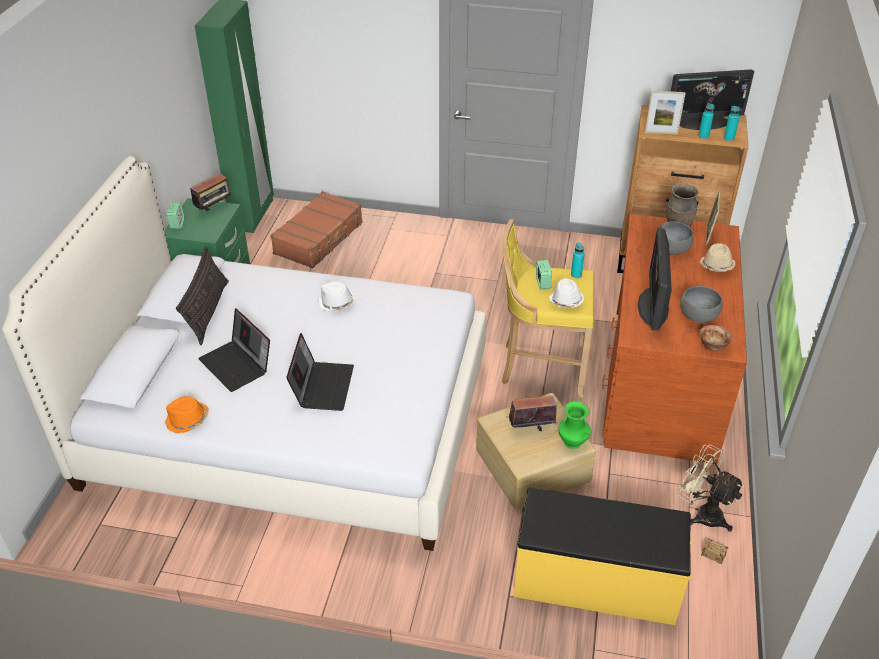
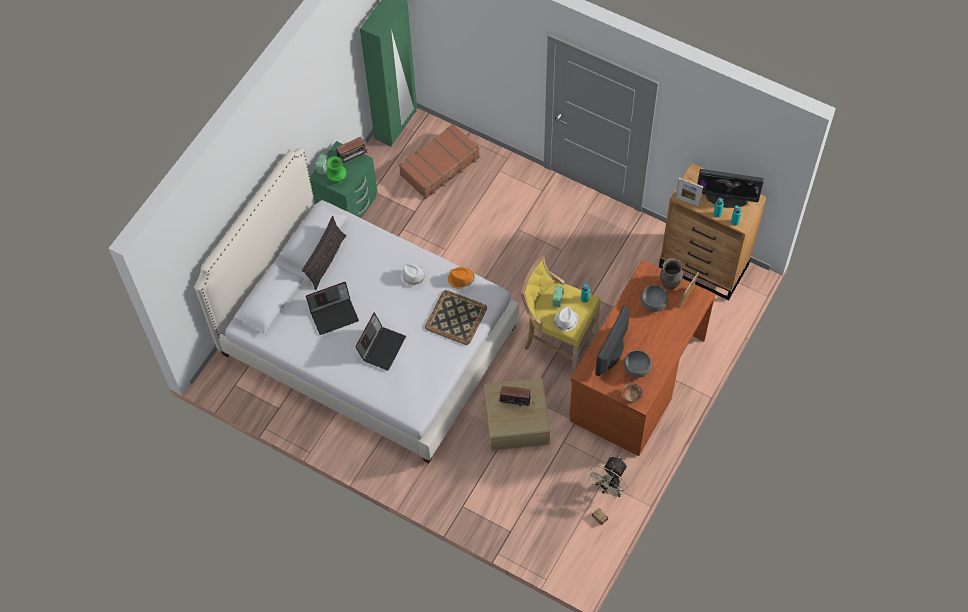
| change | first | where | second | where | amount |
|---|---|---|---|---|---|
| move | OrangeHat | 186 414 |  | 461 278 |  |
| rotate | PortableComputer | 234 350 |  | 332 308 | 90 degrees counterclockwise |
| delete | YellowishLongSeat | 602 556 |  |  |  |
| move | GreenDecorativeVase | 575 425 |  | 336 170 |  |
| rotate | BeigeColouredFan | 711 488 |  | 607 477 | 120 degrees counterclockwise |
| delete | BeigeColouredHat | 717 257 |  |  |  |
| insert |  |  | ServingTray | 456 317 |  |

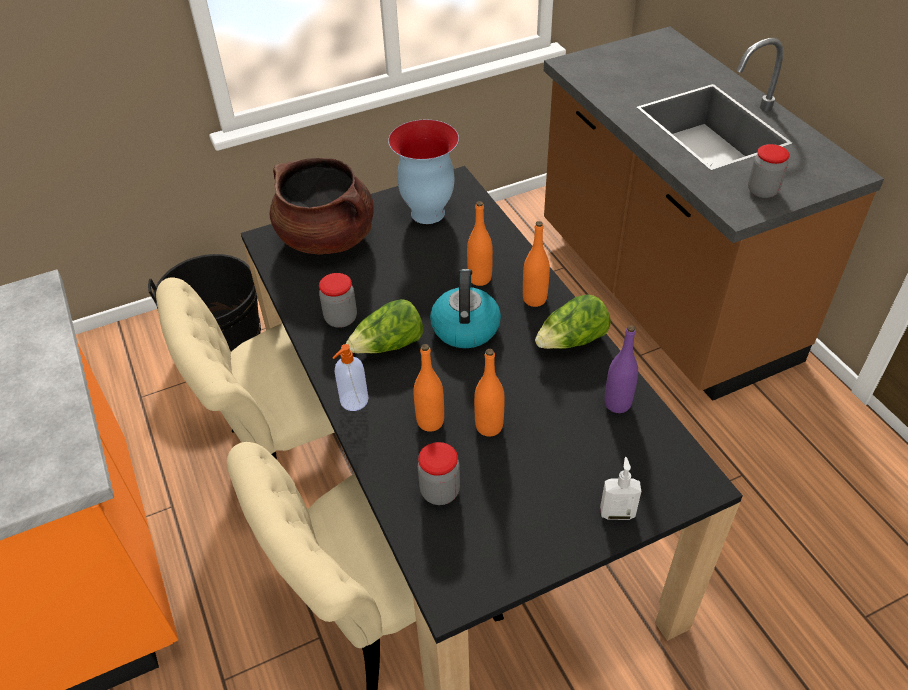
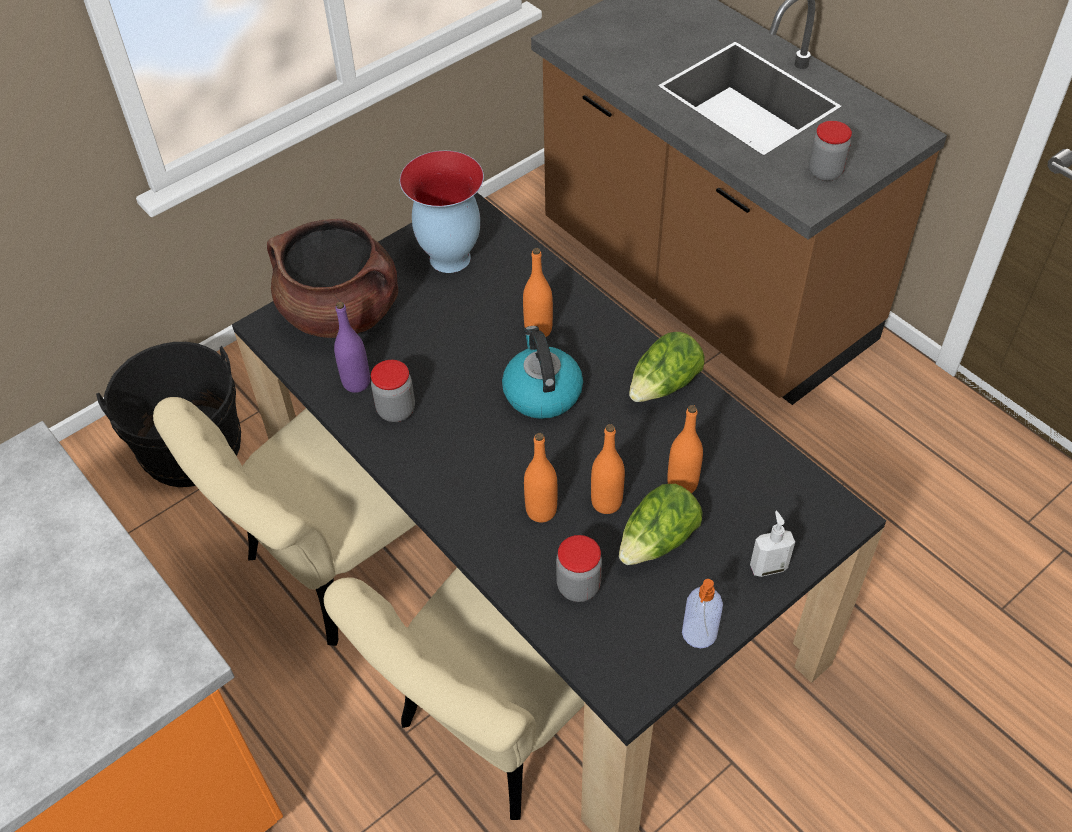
| change | first | where | second | where | amount |
|---|---|---|---|---|---|
| move | LiquidSoapBottle | 350 377 |  | 702 613 |  |
| move | LettuceHead | 385 326 |  | 661 524 |  |
| move | OrangeBeverageBottle | 536 264 |  | 685 449 |  |
| move | PurpleBeverageBottle | 621 369 |  | 352 347 |  |

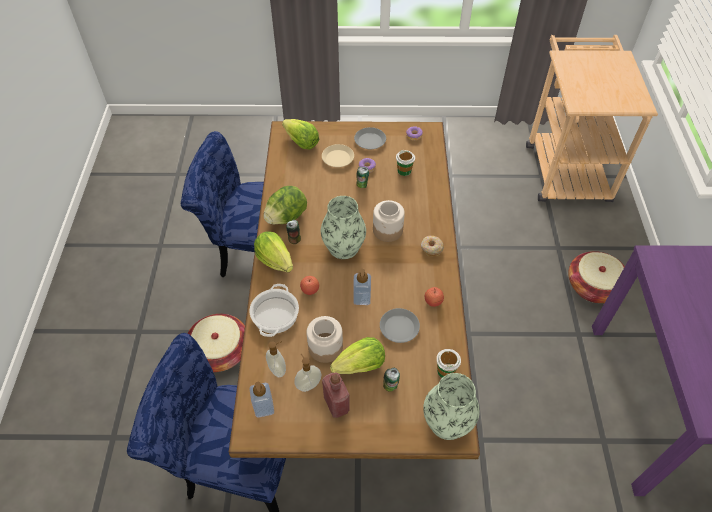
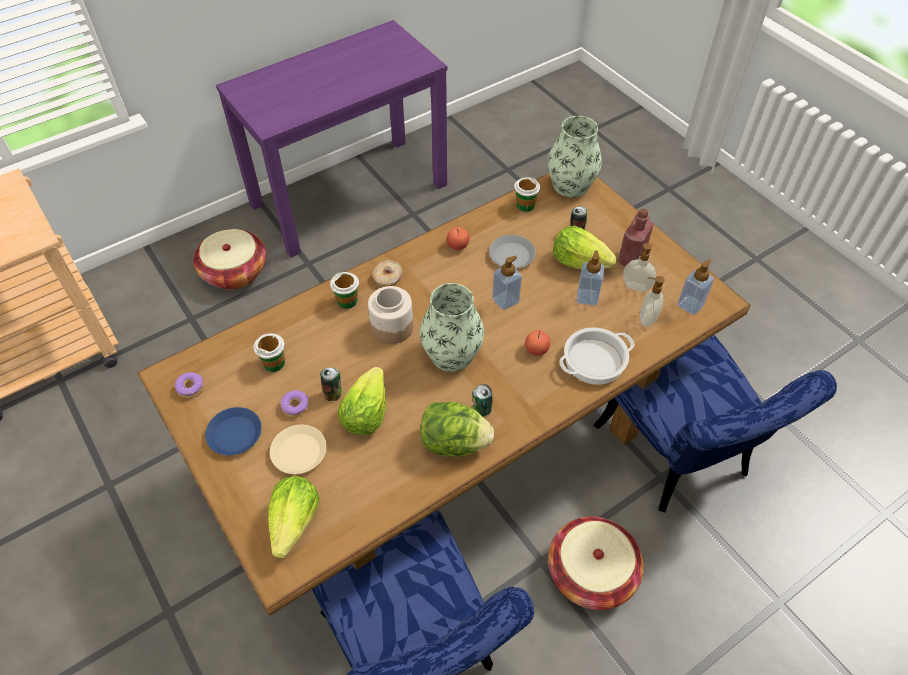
| change | first | where | second | where | amount |
|---|---|---|---|---|---|
| move | LettuceHead | 273 251 |  | 362 401 |  |
| replace | PreserveJar | 325 339 | LiquidSoapBottle | 590 278 |  |
| recolor | GrayPlate | 370 138 | BluishPlate | 233 431 |  |
| insert |  |  | DrinkingCup | 344 290 |  |

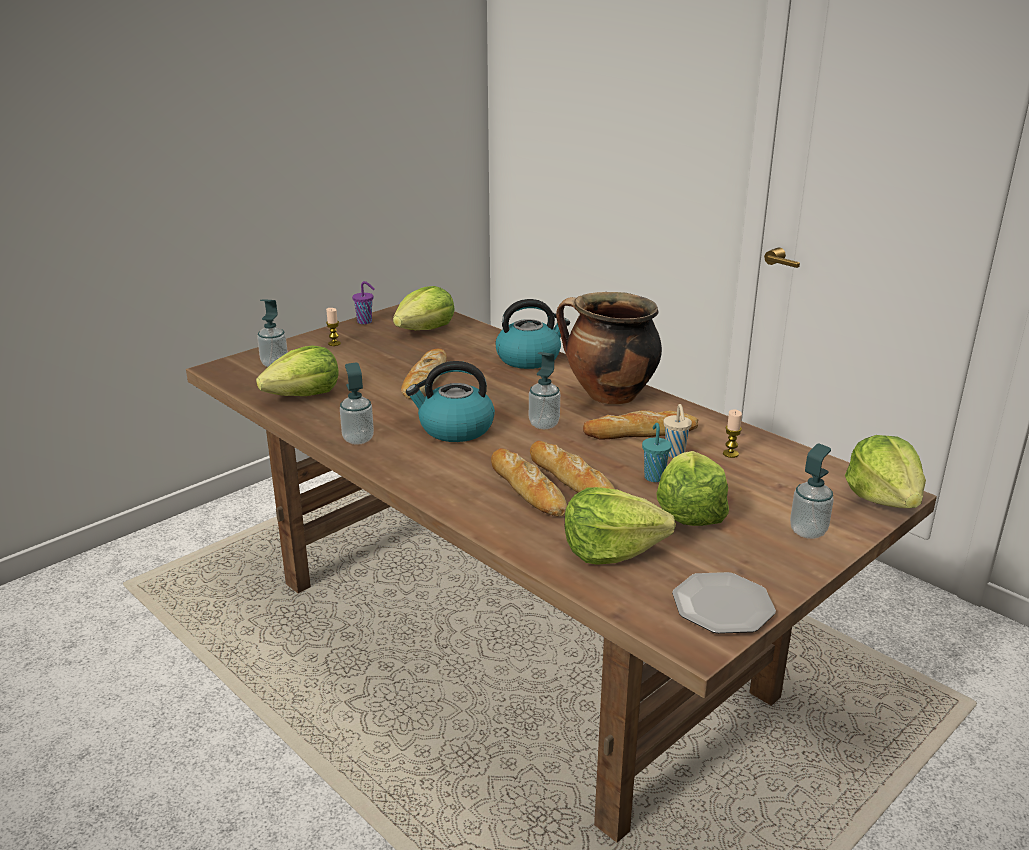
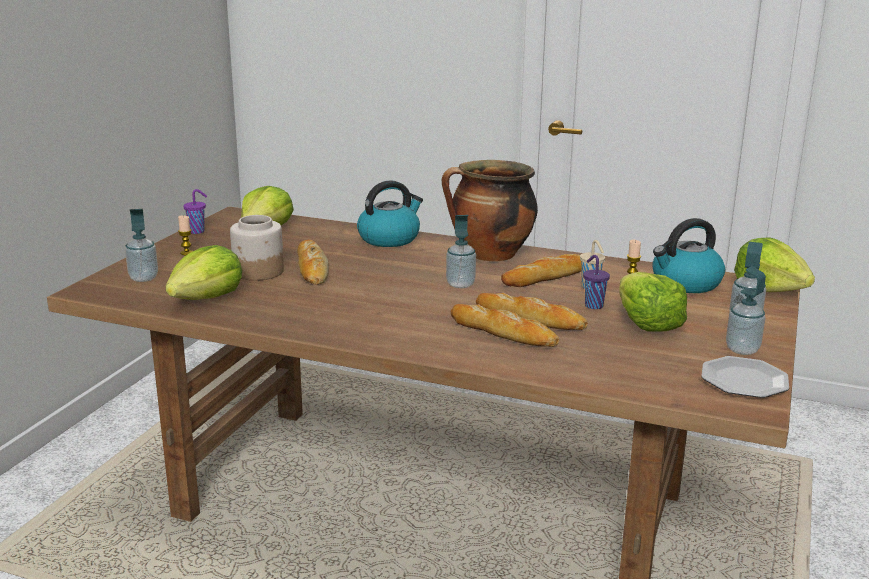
| change | first | where | second | where | amount |
|---|---|---|---|---|---|
| move | LiquidSoapBottle | 357 404 |  | 746 310 |  |
| move | TeaKettle | 450 401 |  | 689 255 |  |
| delete | LettuceHead | 620 526 |  |  |  |
| recolor | TurquoiseColouredDrinkingCup | 657 452 | PurpleDrinkingCup | 596 282 |  |
| insert |  |  | PreserveJar | 257 248 |  |

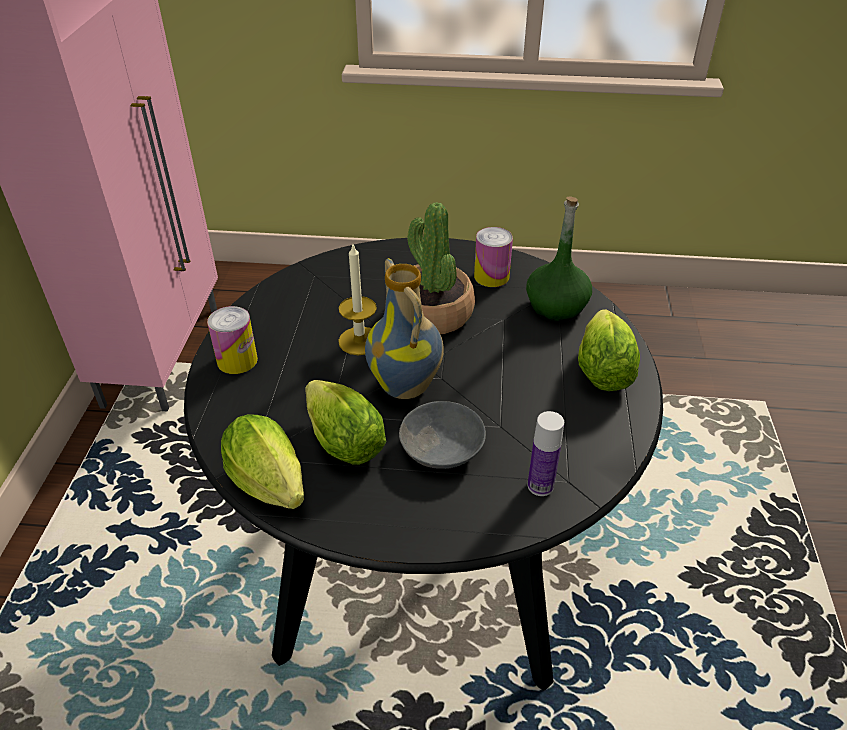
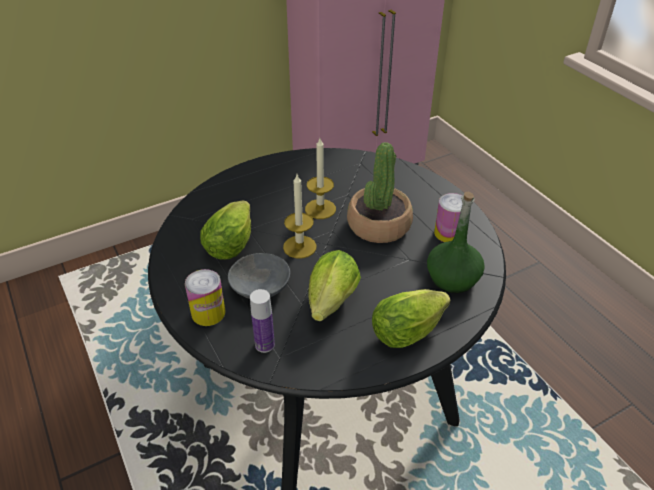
| change | first | where | second | where | amount |
|---|---|---|---|---|---|
| move | SealedCan | 232 340 |  | 205 297 |  |
| move | LettuceHead | 262 461 |  | 334 285 |  |
| replace | DecorativeVase | 404 328 | WaxCandle | 300 216 |  |

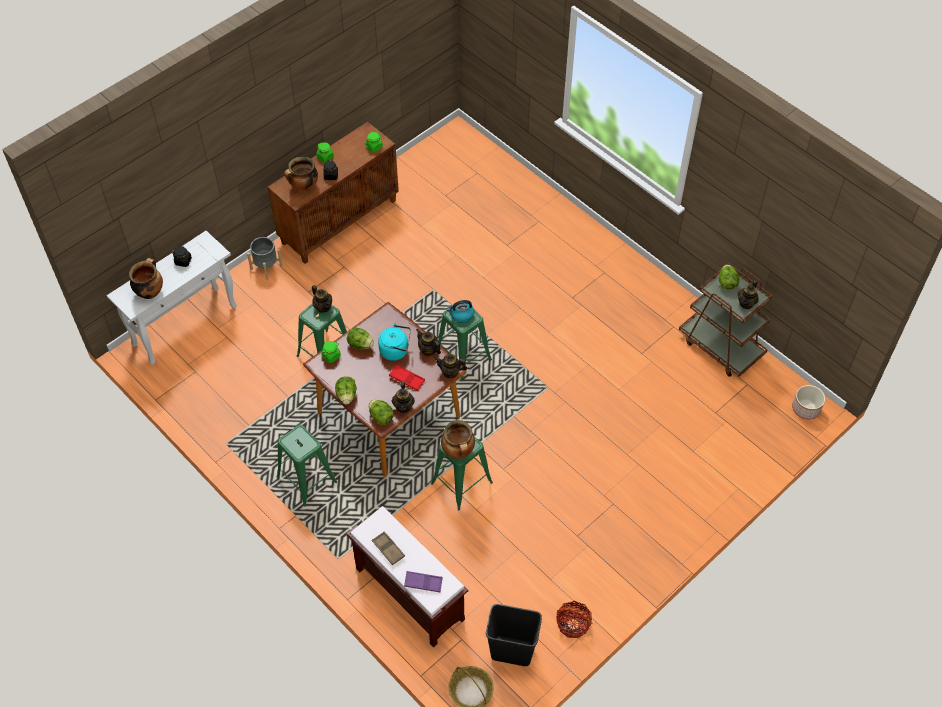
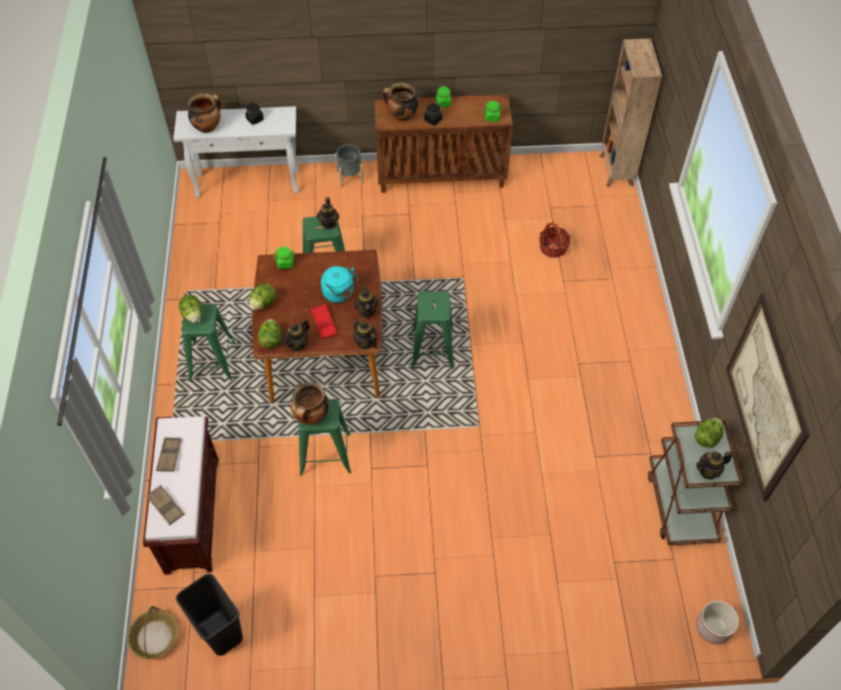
| change | first | where | second | where | amount |
|---|---|---|---|---|---|
| move | LettuceHead | 360 338 |  | 190 309 |  |
| recolor | PurpleServingTray | 423 582 | BrownishServingTray | 165 505 |  |
| delete | TeaKettle | 460 311 |  |  |  |
| move | HouseholdBasket | 574 619 |  | 554 240 |  |
| insert |  |  | BrownishBookshelf | 630 112 |  |
| insert |  |  | Picture | 768 397 |  |

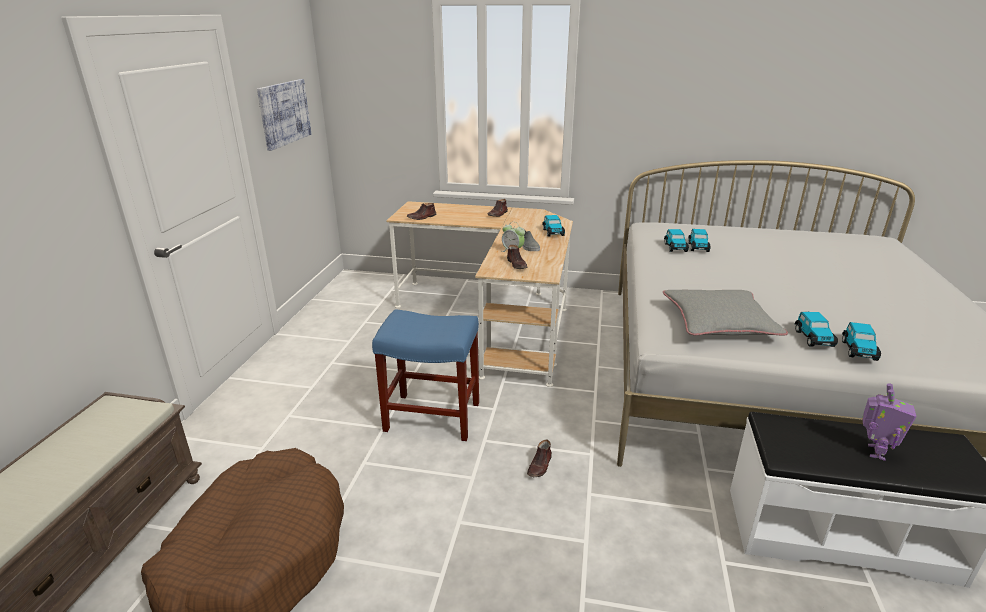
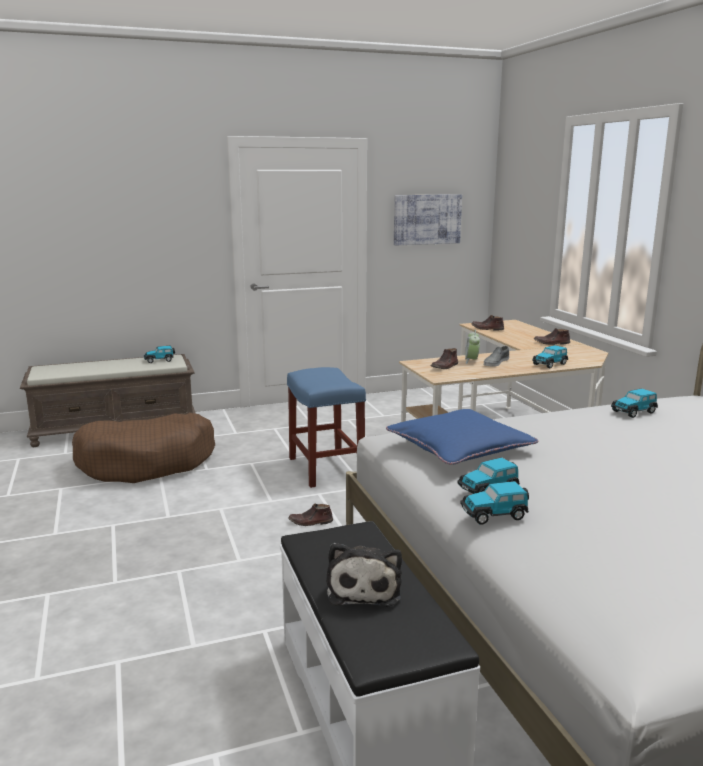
| change | first | where | second | where | amount |
|---|---|---|---|---|---|
| recolor | GrayCushion | 725 312 | BluishCushion | 462 437 |  |
| move | MiniatureCar | 699 240 |  | 159 354 |  |
| replace | RobotFigure | 889 422 | SoftToy | 364 575 |  |

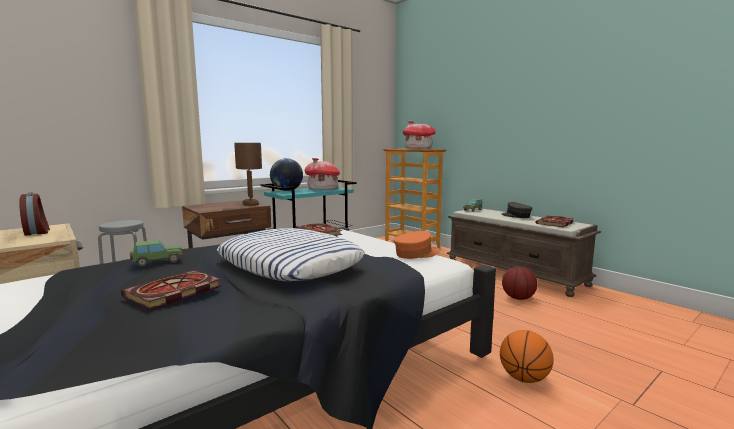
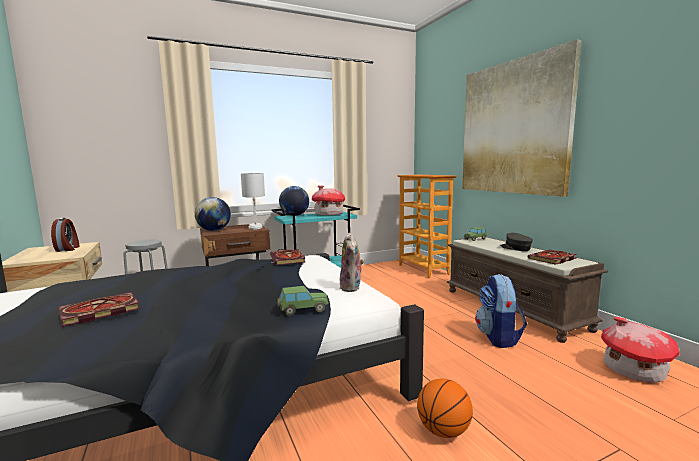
| change | first | where | second | where | amount |
|---|---|---|---|---|---|
| move | MiniatureCar | 156 253 |  | 303 301 |  |
| delete | Cushion | 291 254 |  |  |  |
| recolor | BrownishTableLamp | 248 174 | WhiteTableLamp | 253 201 |  |
| replace | OrangePeakedCap | 416 245 | SoftToy | 352 262 |  |
| move | MiniatureHouse | 419 135 |  | 640 349 |  |
| replace | BallForBasketball | 519 283 | Backpack | 501 311 |  |
| insert |  |  | Globe | 213 214 |  |
| insert |  |  | Picture | 522 118 |  |

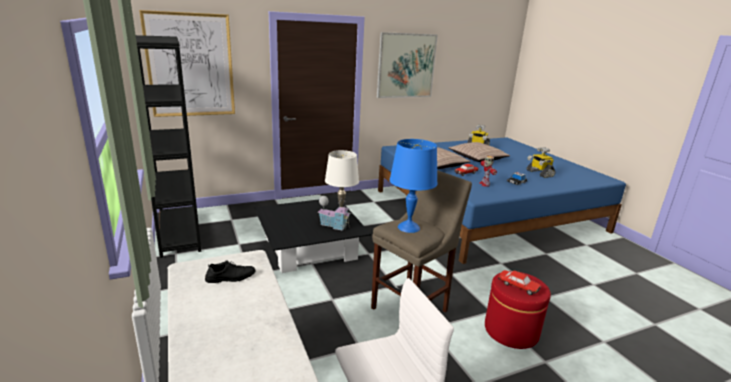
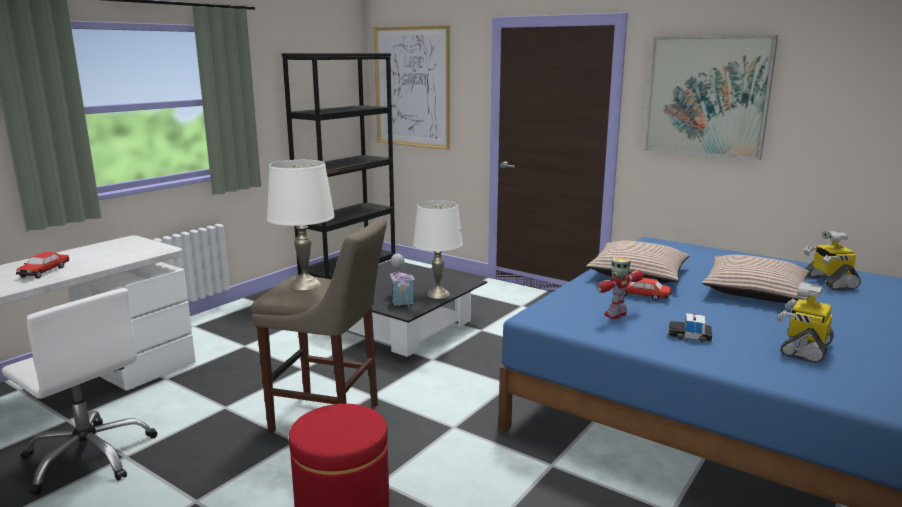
| change | first | where | second | where | amount |
|---|---|---|---|---|---|
| delete | BlackLowShoe | 230 271 |  |  |  |
| recolor | BluishTableLamp | 414 186 | WhiteTableLamp | 301 225 |  |
| move | MiniatureCar | 519 282 |  | 42 265 |  |

